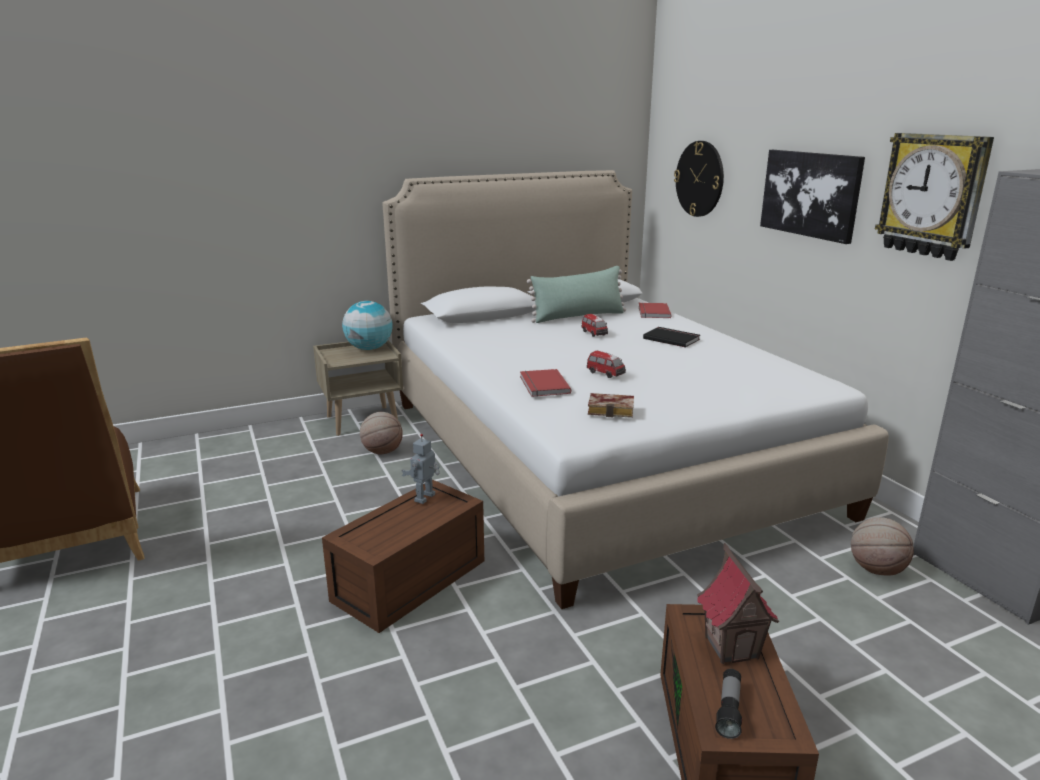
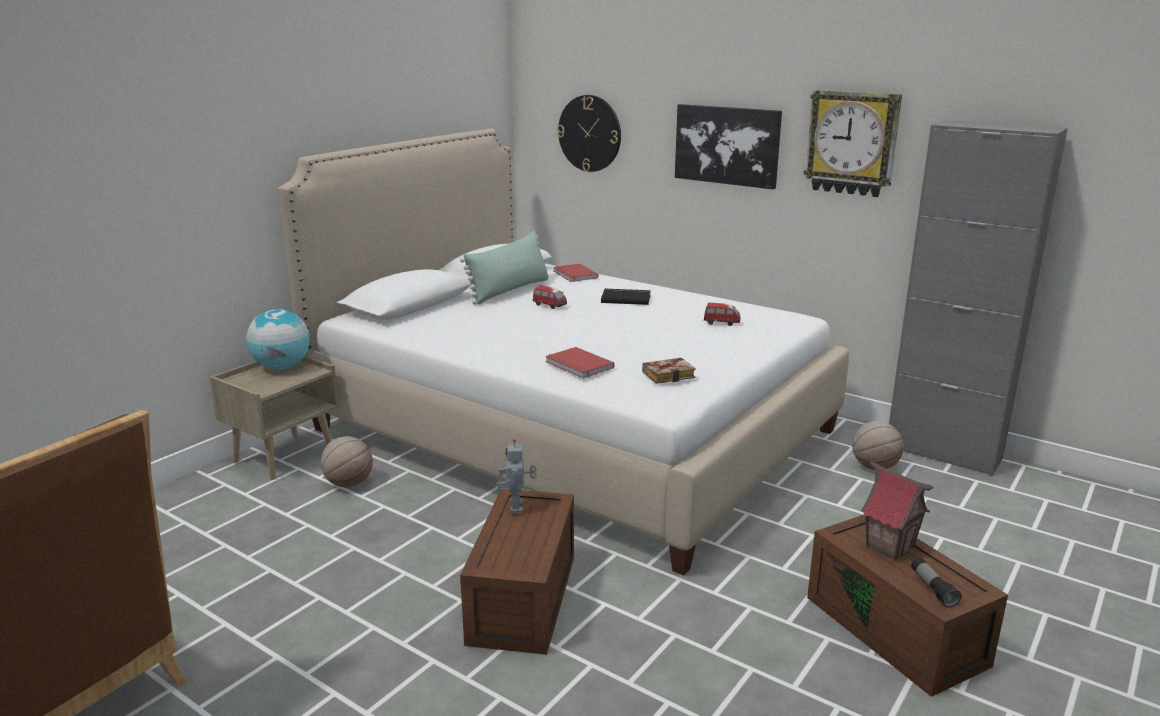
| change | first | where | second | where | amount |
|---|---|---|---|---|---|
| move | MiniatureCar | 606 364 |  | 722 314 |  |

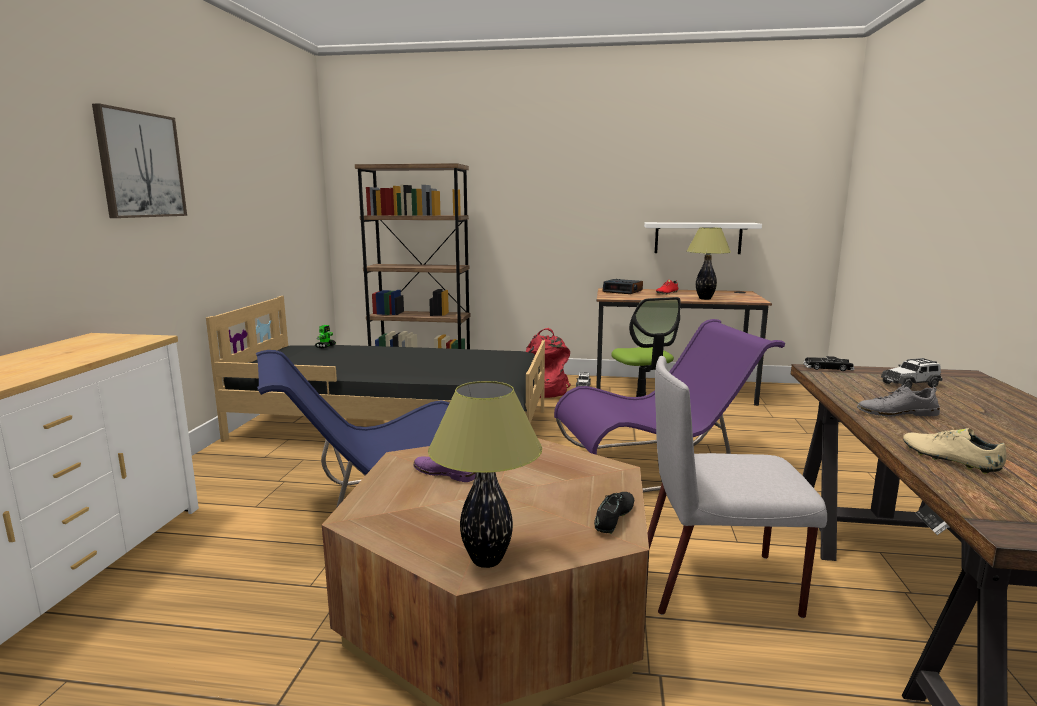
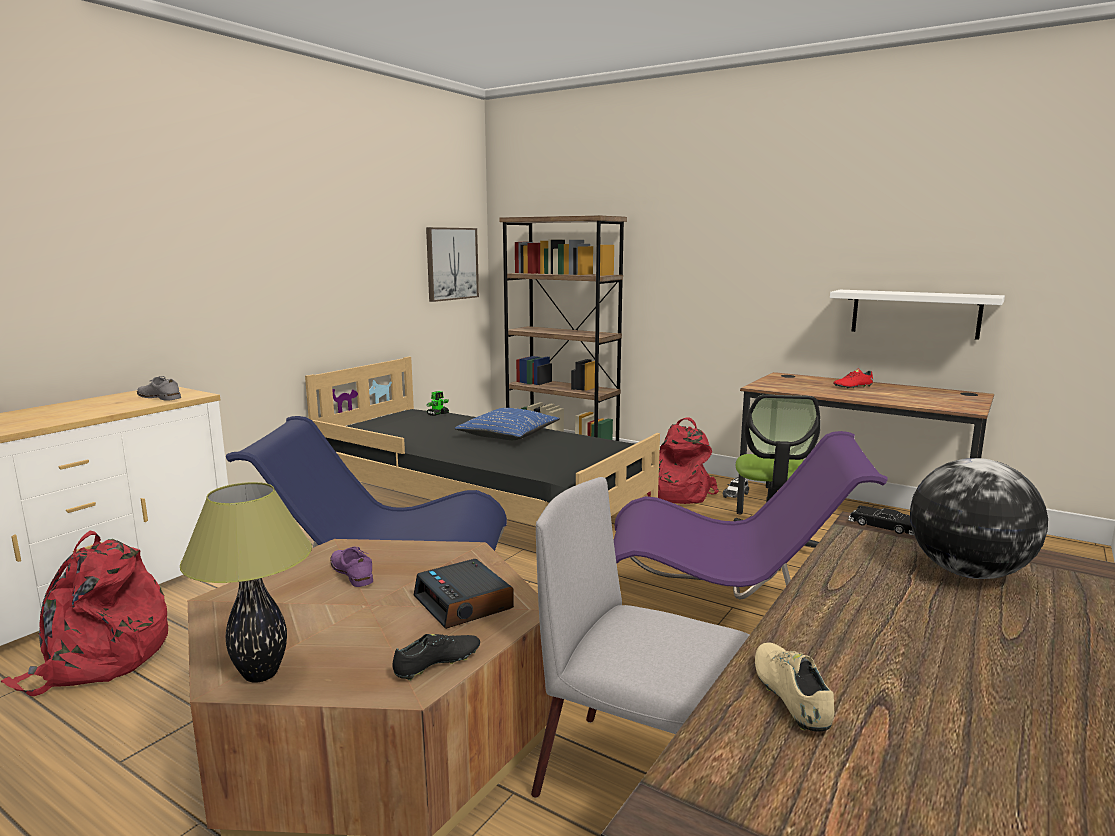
| change | first | where | second | where | amount |
|---|---|---|---|---|---|
| move | Picture | 139 160 |  | 452 264 |  |
| move | TableClock | 622 286 |  | 464 594 |  |
| delete | TableLamp | 708 263 |  |  |  |
| move | GrayLowShoe | 898 401 |  | 159 388 |  |
| replace | MiniatureCar | 912 373 | Globe | 979 518 |  |
| insert |  |  | RedColouredBackpack | 84 613 |  |
| insert |  |  | BluishCushion | 507 424 |  |

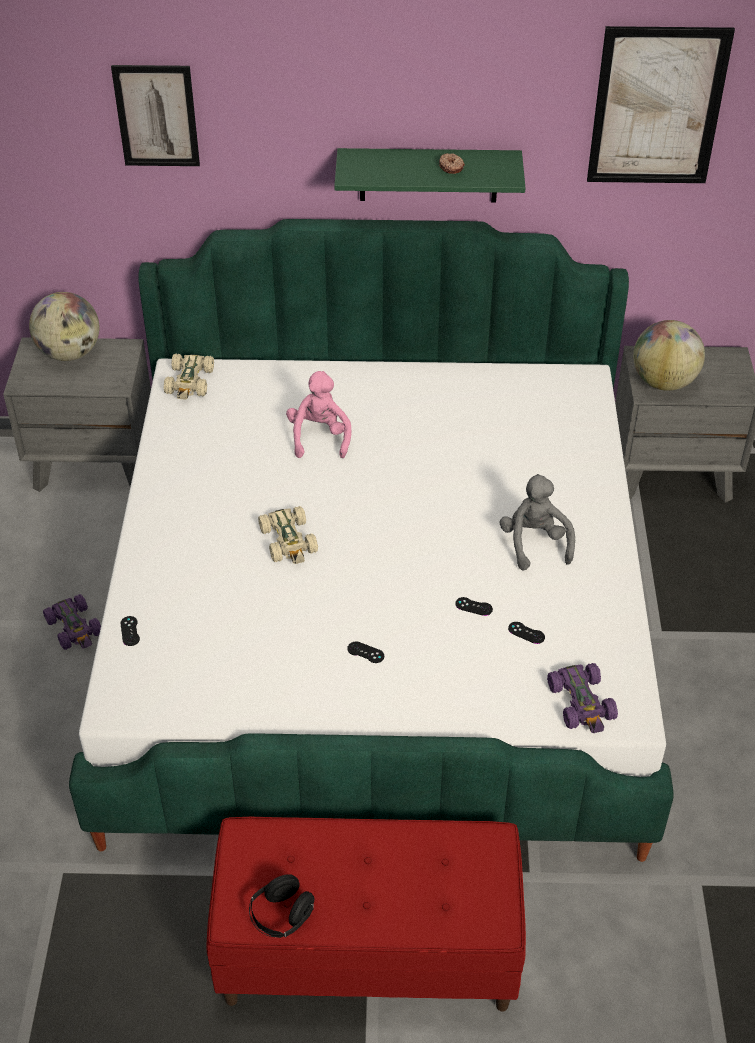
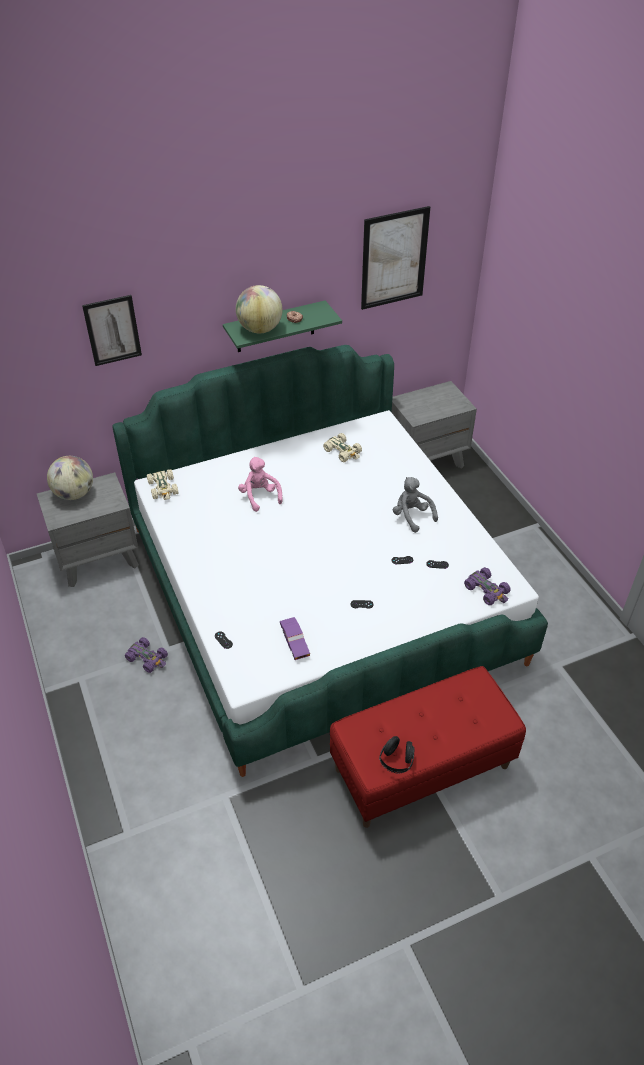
| change | first | where | second | where | amount |
|---|---|---|---|---|---|
| move | BeigeColouredMiniatureCar | 288 535 |  | 342 447 |  |
| move | Globe | 669 355 |  | 259 309 |  |
| insert |  |  | PurpleMiniatureCar | 295 638 |  |

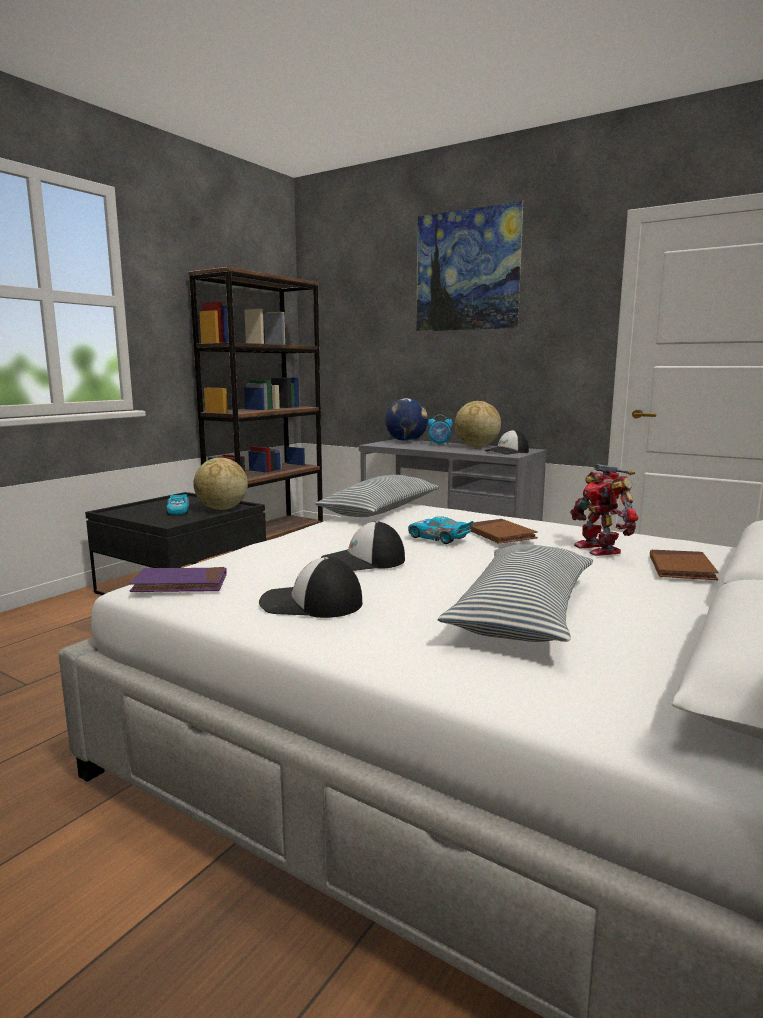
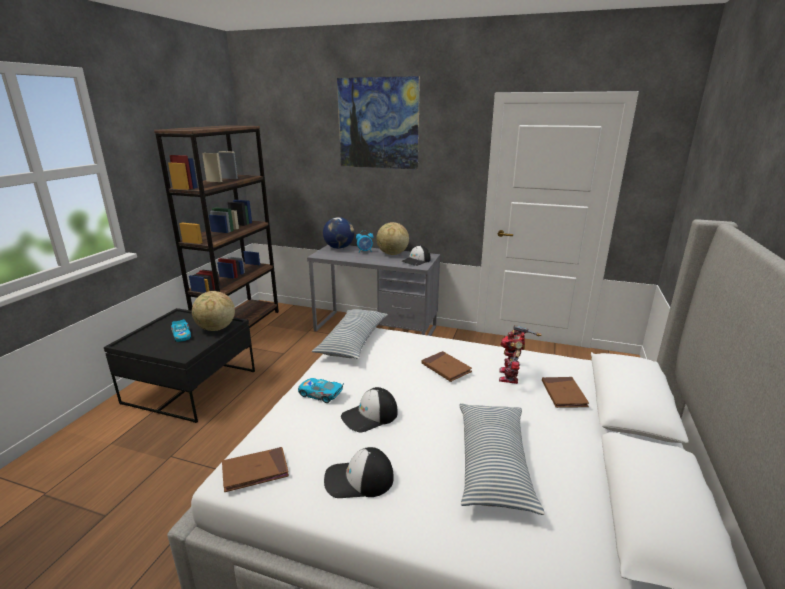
| change | first | where | second | where | amount |
|---|---|---|---|---|---|
| recolor | PurpleBook | 178 579 | BrownishBook | 255 469 |  |
| move | MiniatureCar | 440 530 |  | 321 390 |  |
| rotate | RobotFigure | 604 510 |  | 520 354 | 45 degrees clockwise |

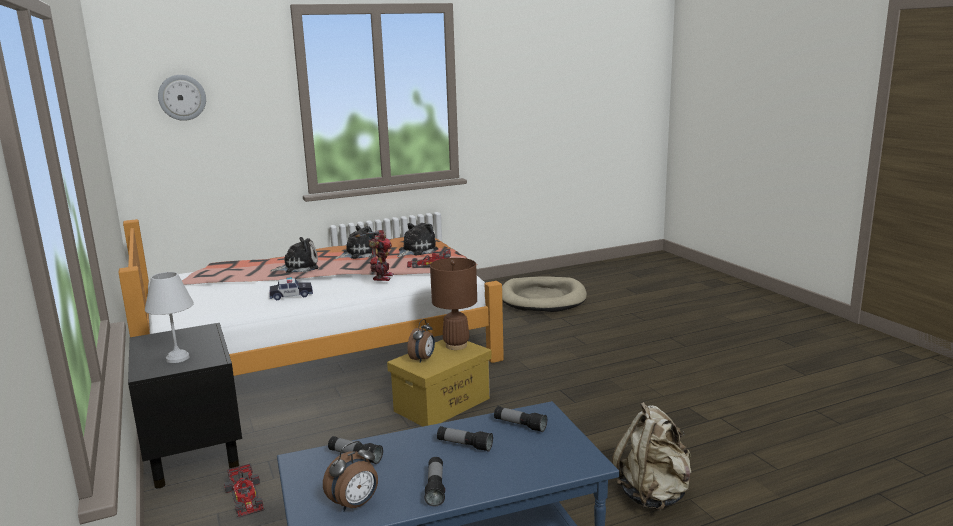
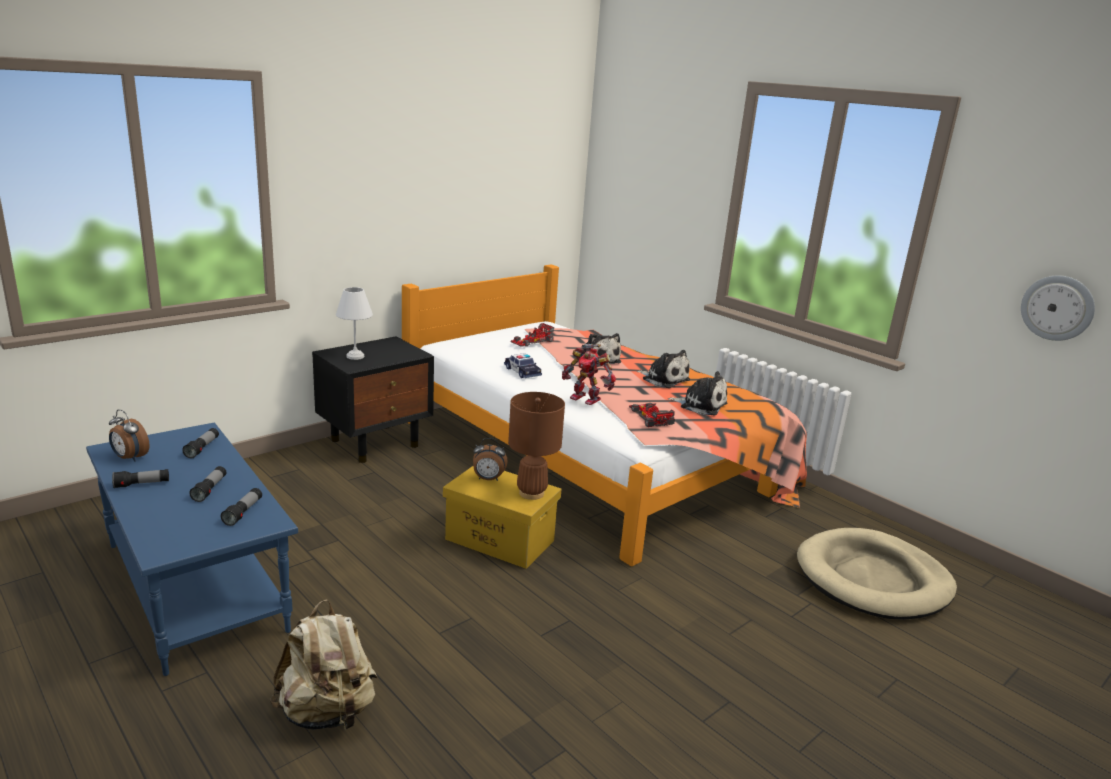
| change | first | where | second | where | amount |
|---|---|---|---|---|---|
| move | ClockOnTheWall | 182 98 |  | 1058 308 |  |
| move | MiniatureCar | 244 490 |  | 532 335 |  |
| rotate | RobotFigure | 374 255 |  | 589 374 | 45 degrees clockwise |

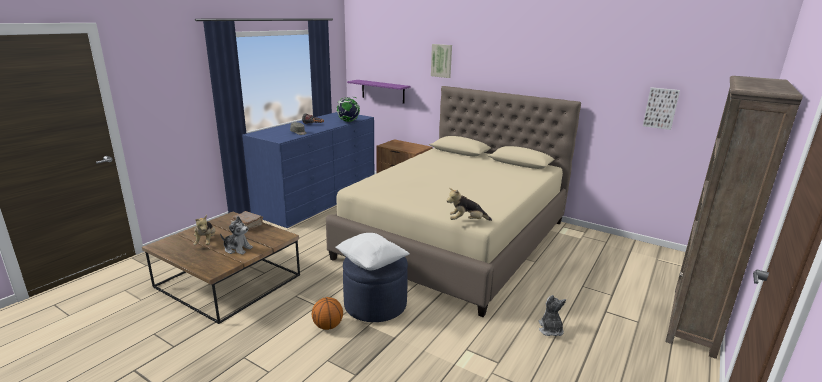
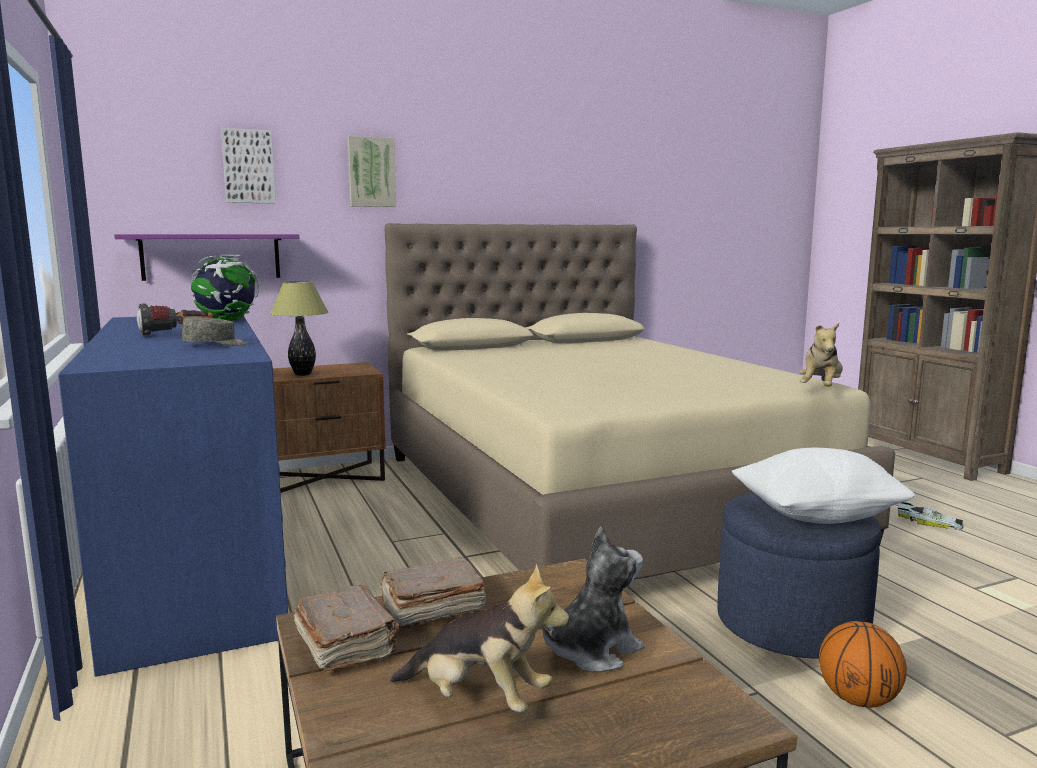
| change | first | where | second | where | amount |
|---|---|---|---|---|---|
| replace | SoftToy | 552 315 | MiniatureCar | 930 516 |  |
| move | Picture | 661 108 |  | 248 165 |  |
| insert |  |  | TableLamp | 299 328 |  |
| insert |  |  | BrownishBook | 346 628 |  |

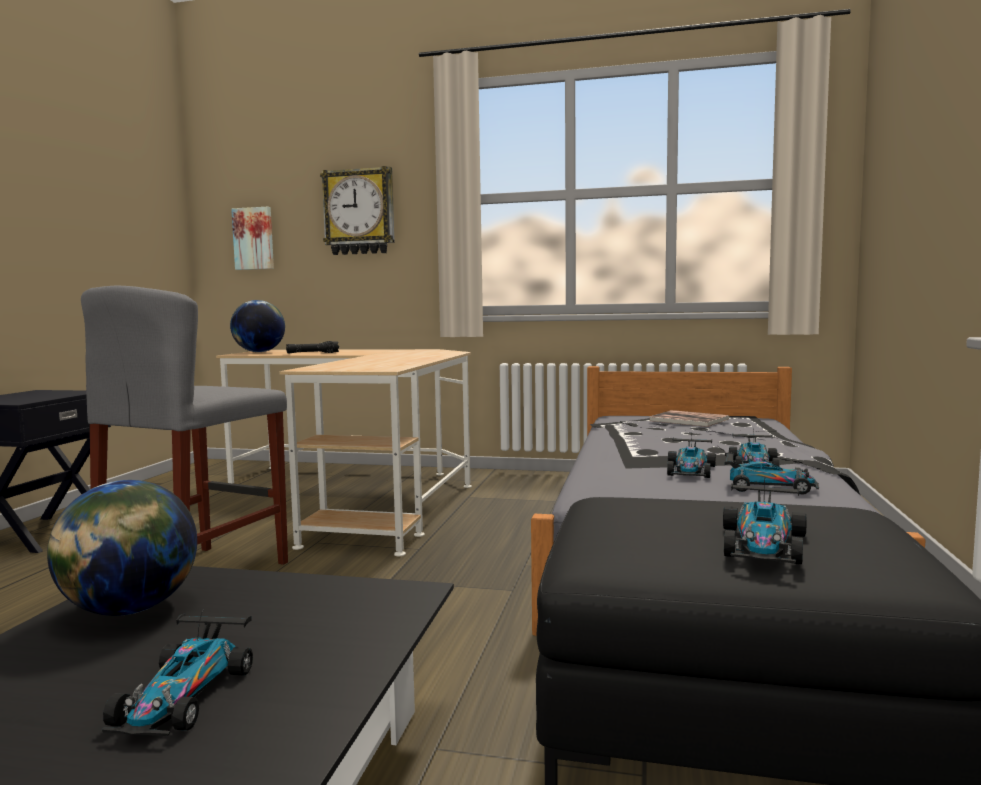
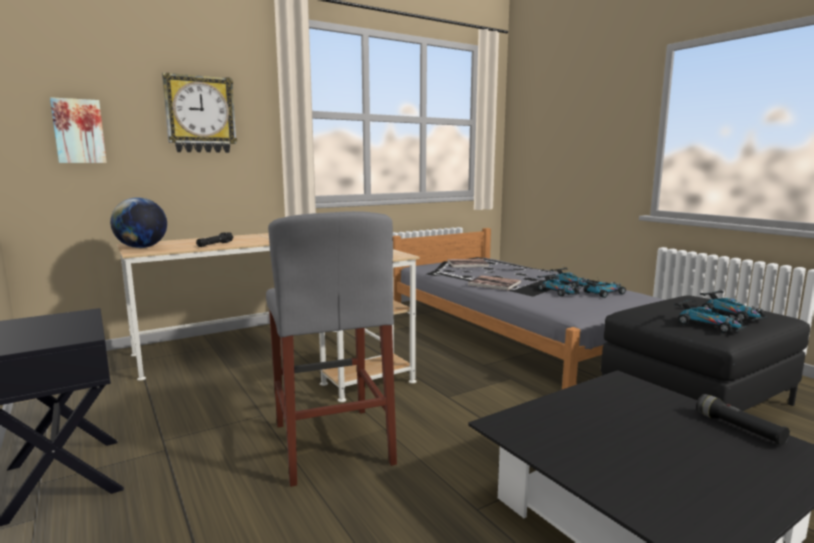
| change | first | where | second | where | amount |
|---|---|---|---|---|---|
| delete | Globe | 122 548 |  |  |  |
| move | MiniatureCar | 177 672 |  | 710 316 |  |
| insert |  |  | Book | 494 282 |  |
| insert |  |  | BlackFlashlight | 743 420 |  |

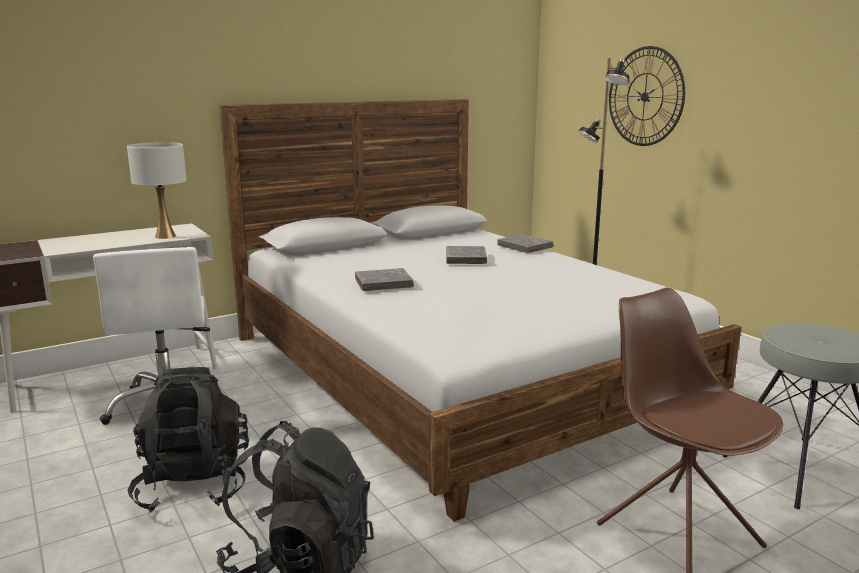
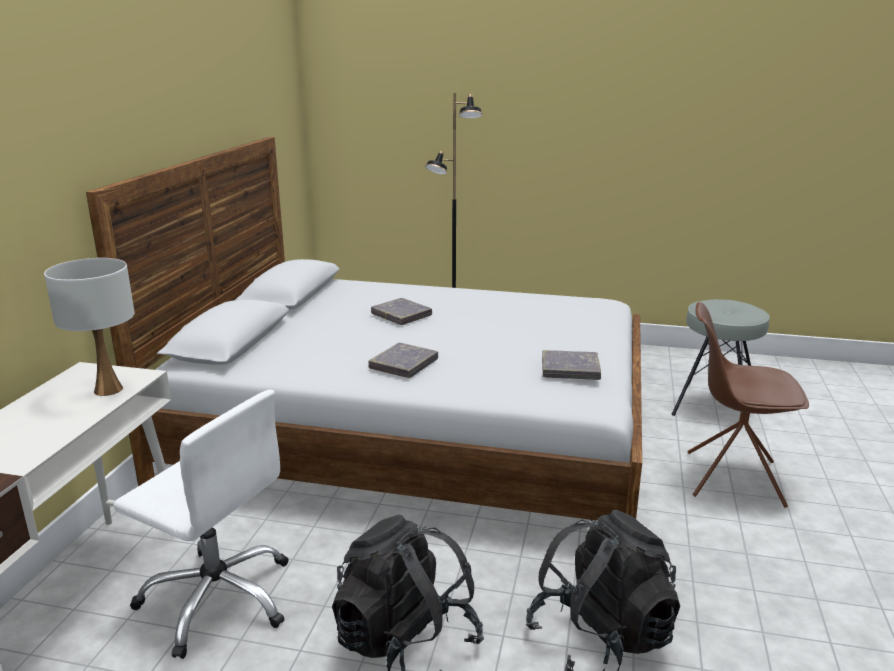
| change | first | where | second | where | amount |
|---|---|---|---|---|---|
| move | GrayBook | 525 243 |  | 571 365 |  |
| delete | ClockOnTheWall | 647 96 |  |  |  |

